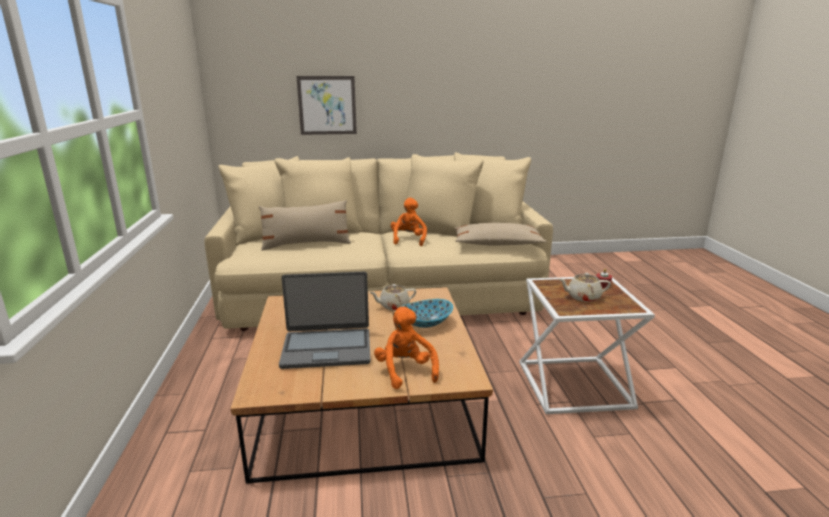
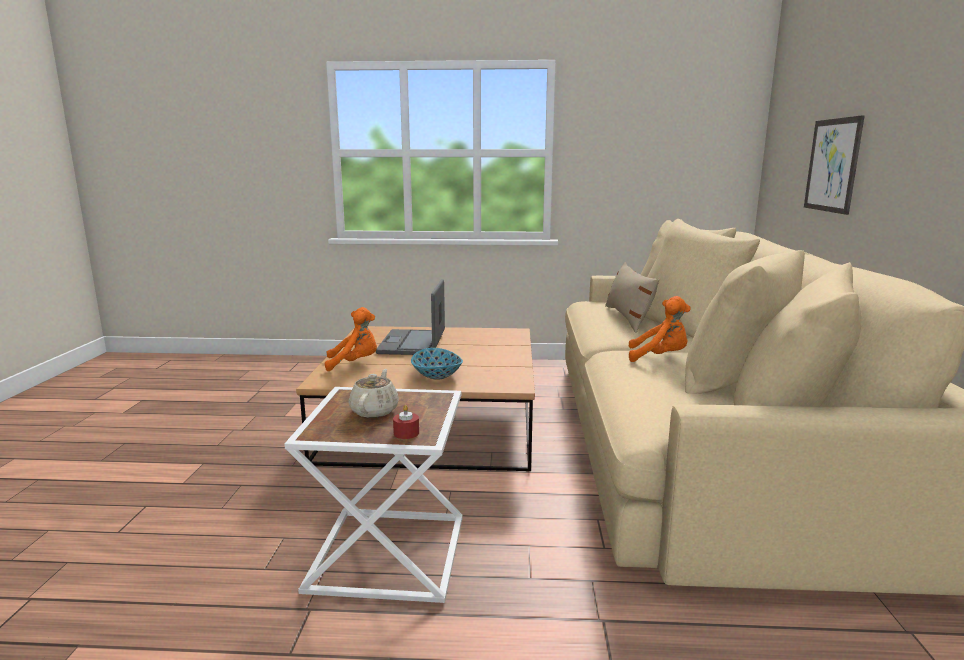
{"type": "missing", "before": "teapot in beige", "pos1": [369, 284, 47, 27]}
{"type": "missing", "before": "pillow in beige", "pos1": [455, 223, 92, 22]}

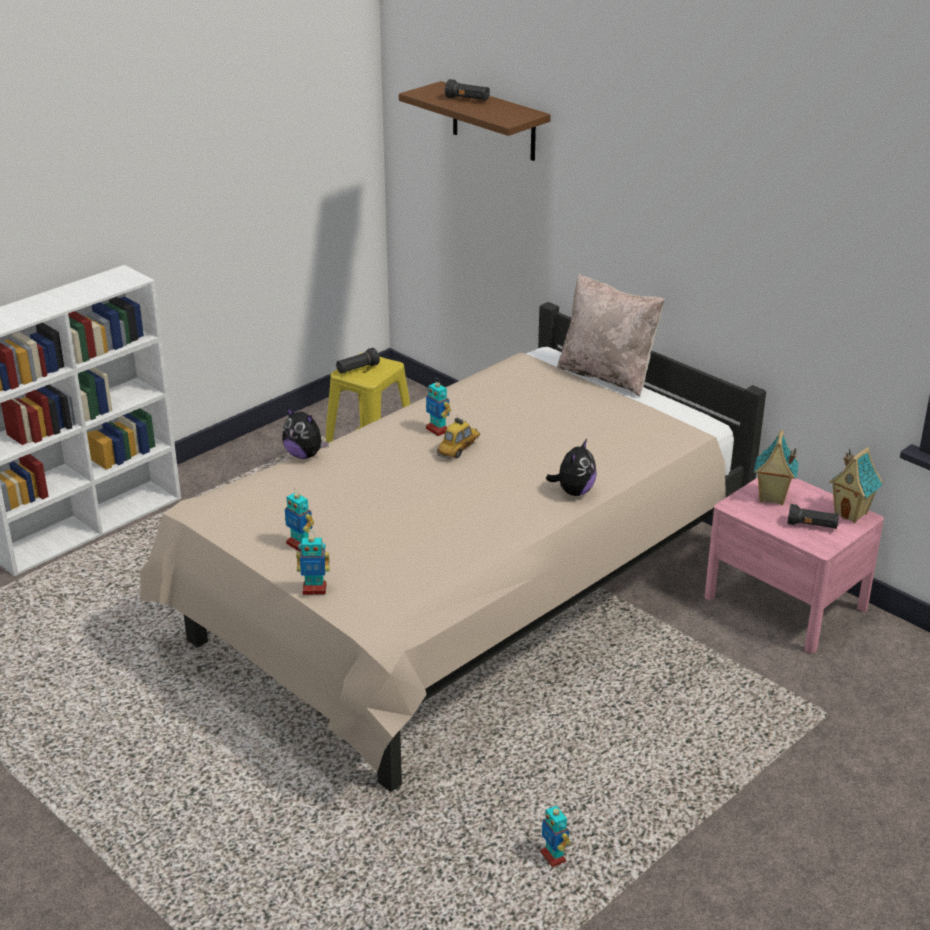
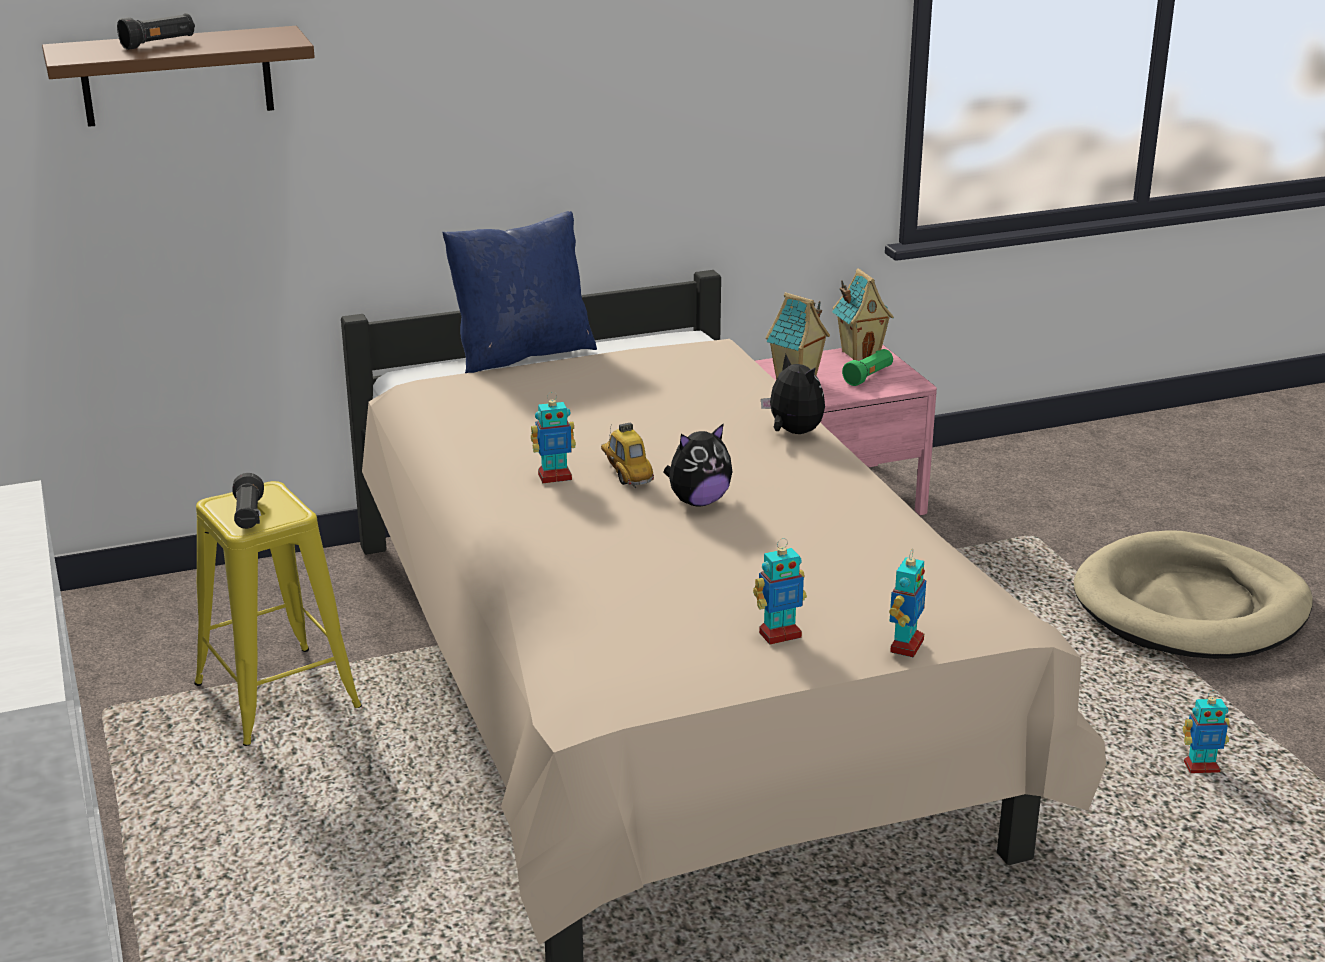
{"type": "appeared", "after": "dog bed in beige", "pos2": [1074, 530, 239, 129]}
{"type": "relocated", "before": "plush toy", "pos1": [282, 407, 47, 52], "pos2": [663, 423, 70, 83]}
{"type": "colour", "before": "pillow in beige", "after": "pillow in blue", "pos1": [557, 274, 108, 122], "pos2": [443, 211, 154, 162]}
{"type": "colour", "before": "flashlight in black", "after": "flashlight in green", "pos1": [787, 504, 52, 25], "pos2": [842, 349, 51, 37]}

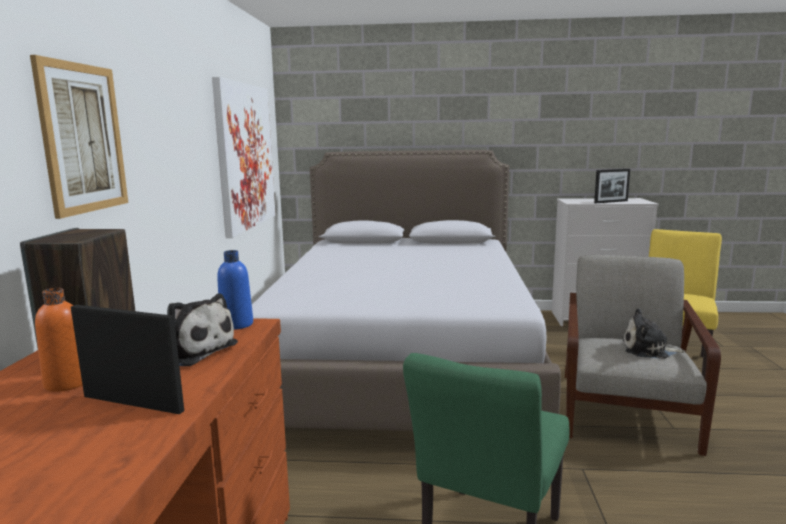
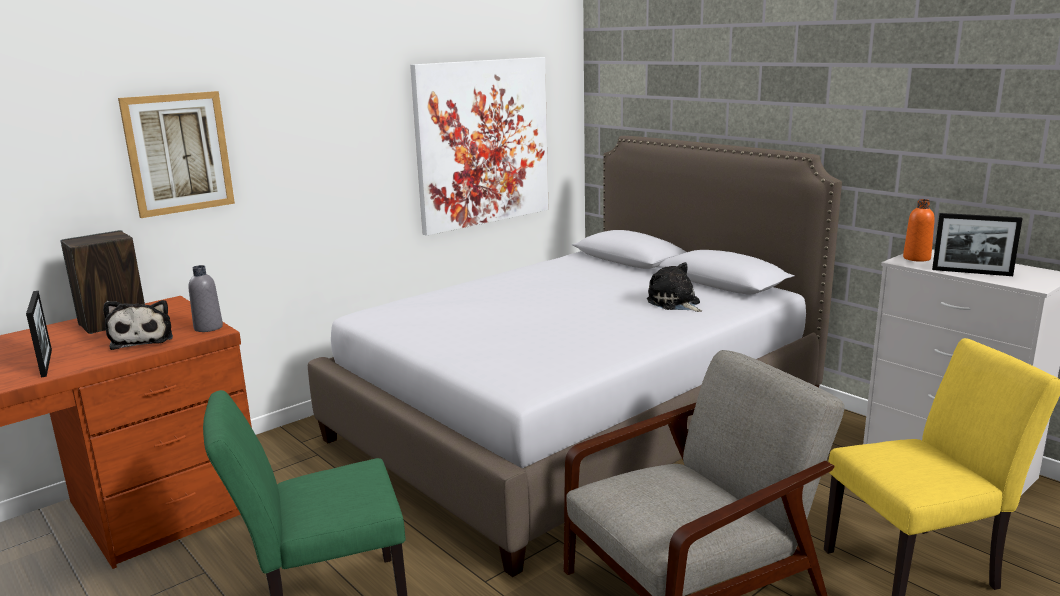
{"type": "relocated", "before": "bottle in orange", "pos1": [35, 288, 48, 104], "pos2": [903, 199, 32, 63]}
{"type": "relocated", "before": "plush toy", "pos1": [623, 308, 62, 51], "pos2": [647, 262, 55, 50]}
{"type": "colour", "before": "bottle in blue", "after": "bottle in grey", "pos1": [217, 250, 36, 80], "pos2": [189, 265, 34, 67]}

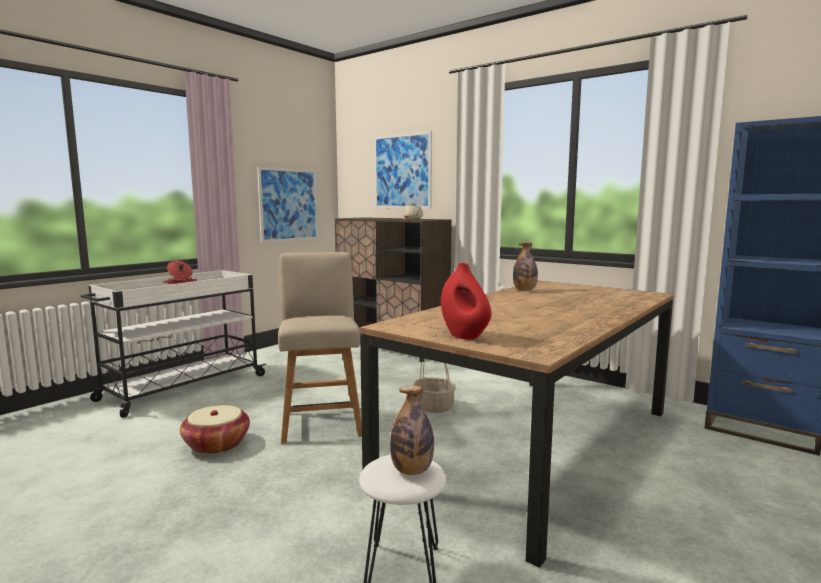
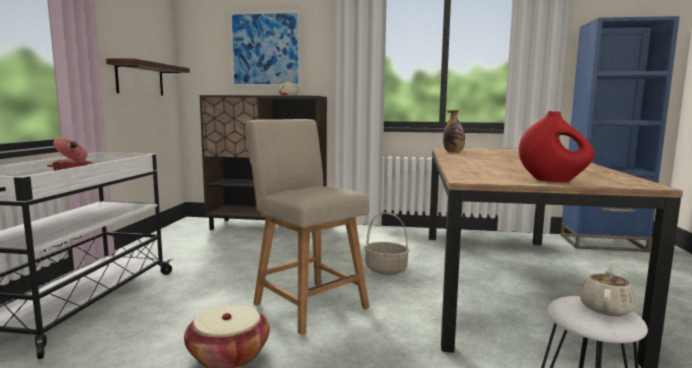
{"type": "exchanged", "before": "picture", "after": "shelf", "pos1": [257, 167, 61, 76], "pos2": [106, 58, 84, 38]}
{"type": "exchanged", "before": "bottle", "after": "teapot in beige", "pos1": [390, 386, 44, 89], "pos2": [579, 267, 58, 49]}

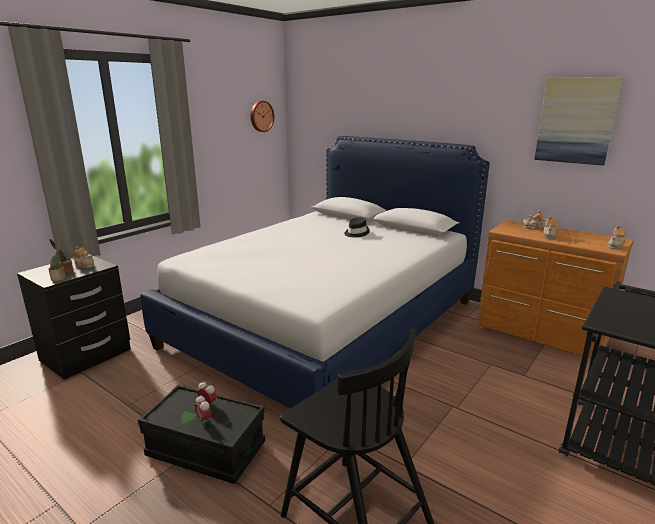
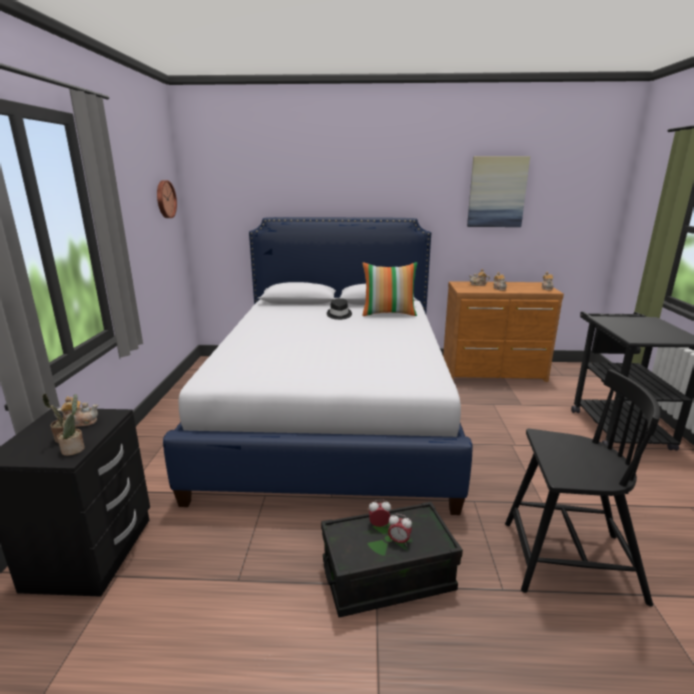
{"type": "appeared", "after": "pillow", "pos2": [362, 262, 55, 54]}

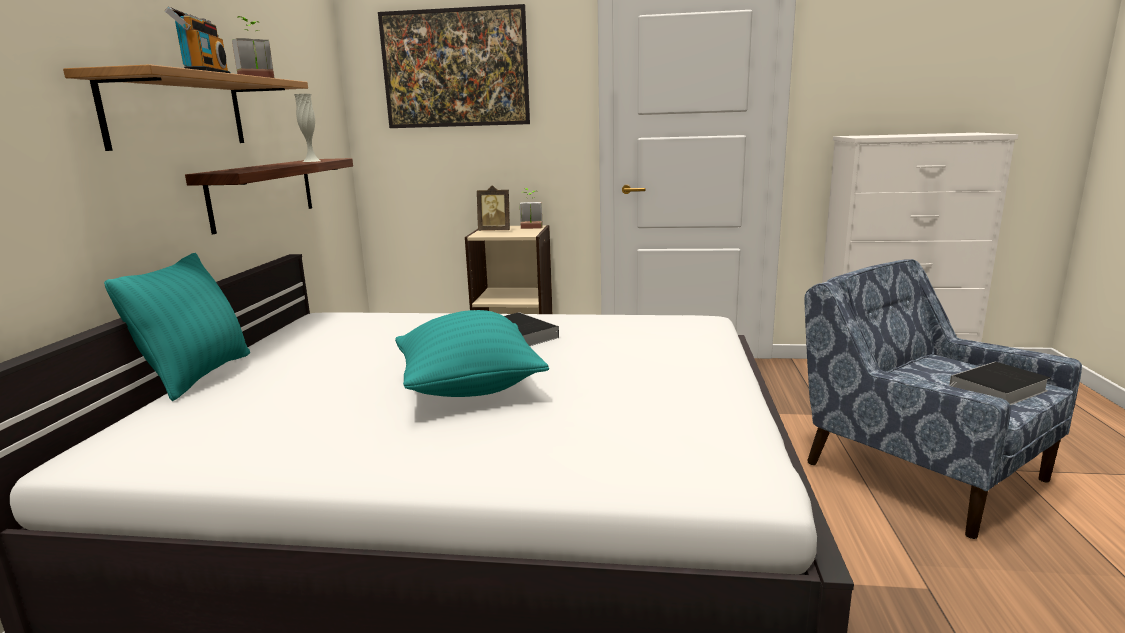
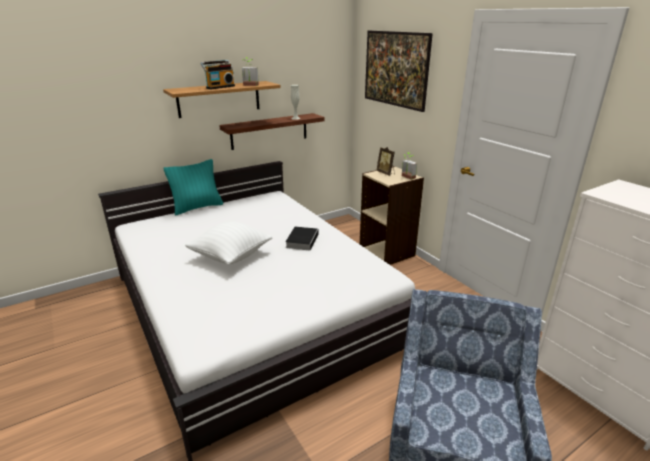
{"type": "missing", "before": "book", "pos1": [949, 362, 101, 43]}
{"type": "colour", "before": "pillow in turquoise", "after": "pillow in white", "pos1": [395, 310, 154, 87], "pos2": [185, 221, 87, 43]}

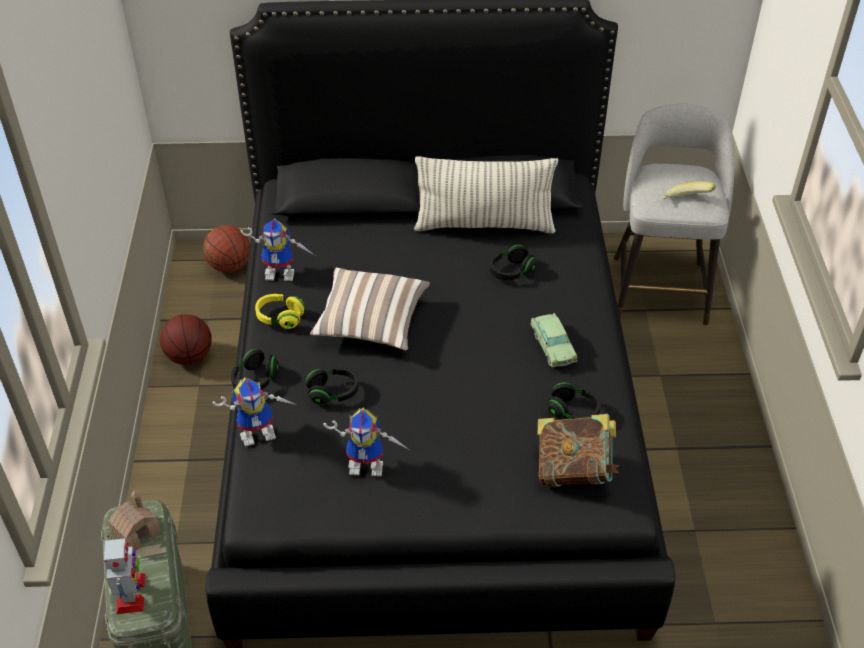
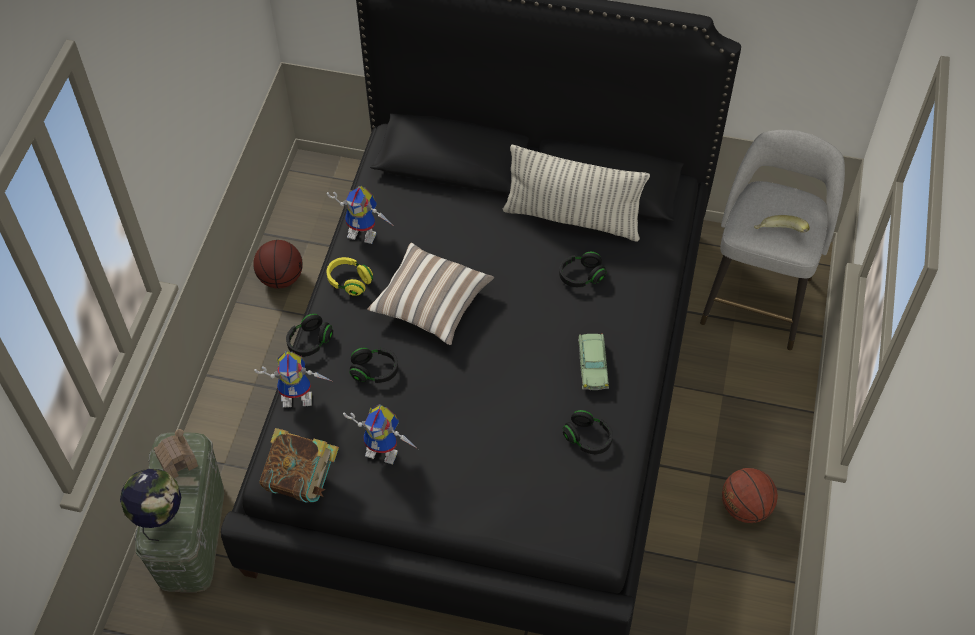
{"type": "relocated", "before": "basketball", "pos1": [203, 225, 47, 48], "pos2": [722, 468, 56, 55]}
{"type": "relocated", "before": "book", "pos1": [537, 414, 82, 73], "pos2": [260, 428, 79, 74]}
{"type": "exchanged", "before": "toy robot", "after": "globe", "pos1": [104, 535, 41, 79], "pos2": [120, 469, 62, 72]}

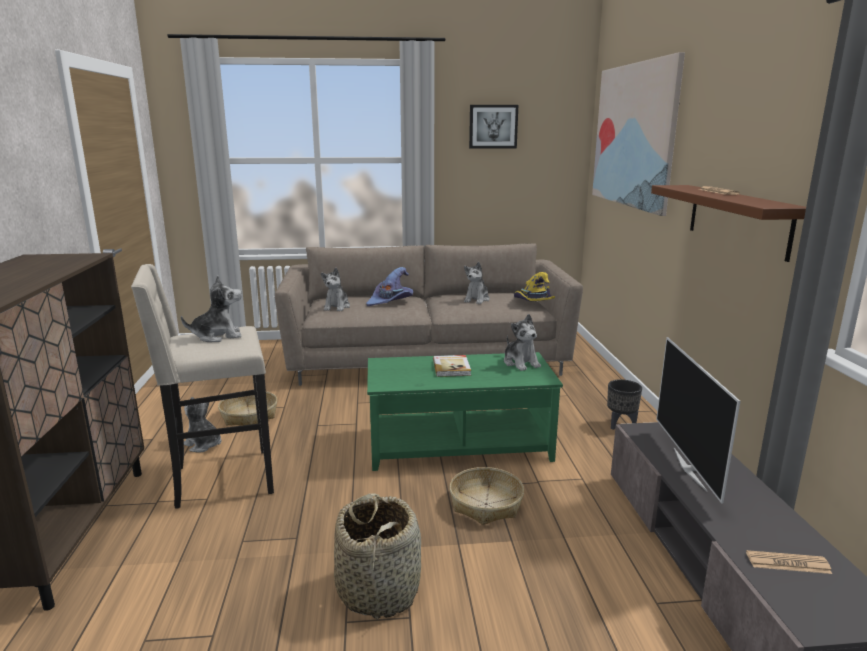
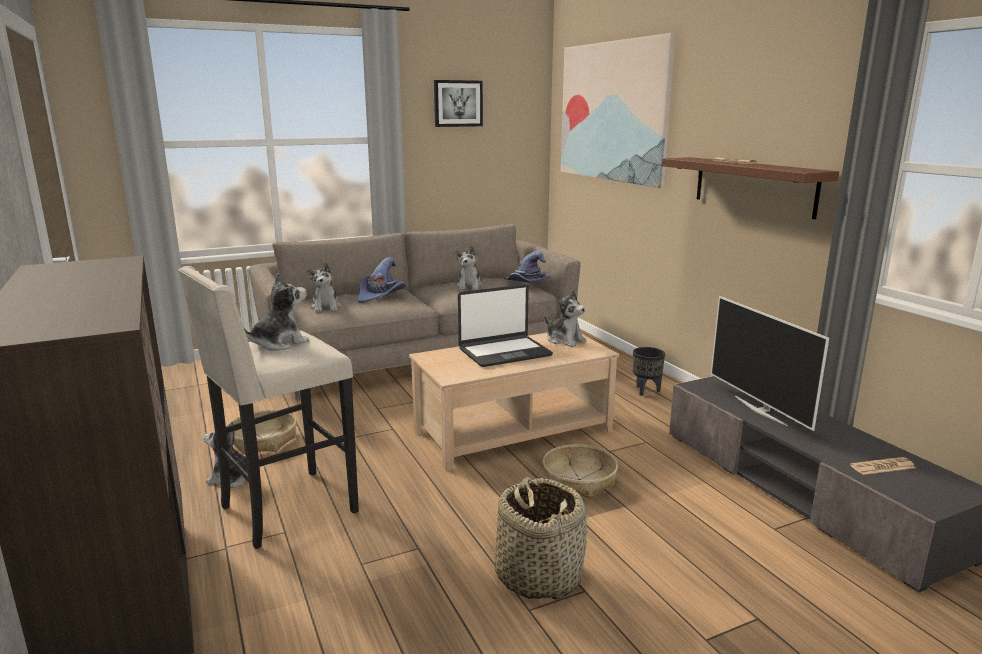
{"type": "exchanged", "before": "book", "after": "laptop", "pos1": [433, 355, 38, 22], "pos2": [458, 284, 95, 83]}
{"type": "colour", "before": "coffee table in green", "after": "coffee table in beige", "pos1": [367, 352, 196, 119], "pos2": [409, 333, 210, 138]}
{"type": "colour", "before": "hat in yellow", "after": "hat in purple", "pos1": [514, 272, 41, 29], "pos2": [504, 251, 46, 31]}

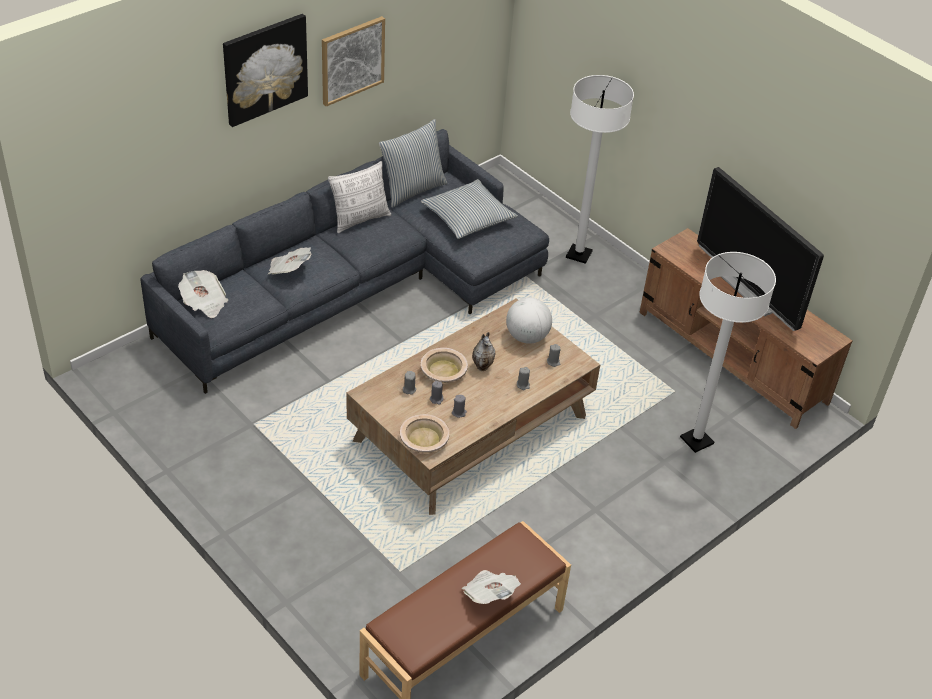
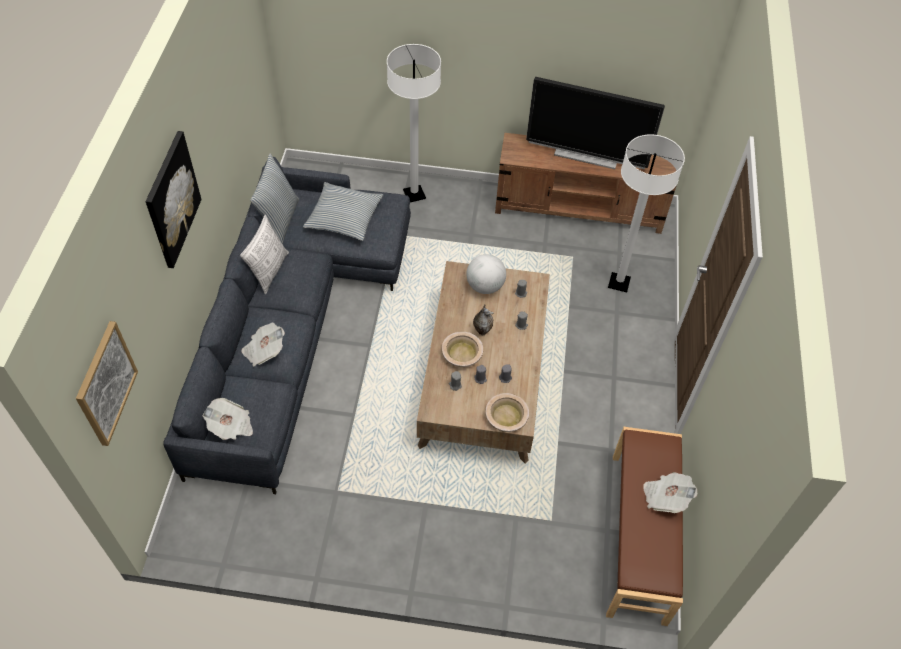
{"type": "relocated", "before": "picture", "pos1": [322, 16, 63, 91], "pos2": [76, 321, 62, 125]}

